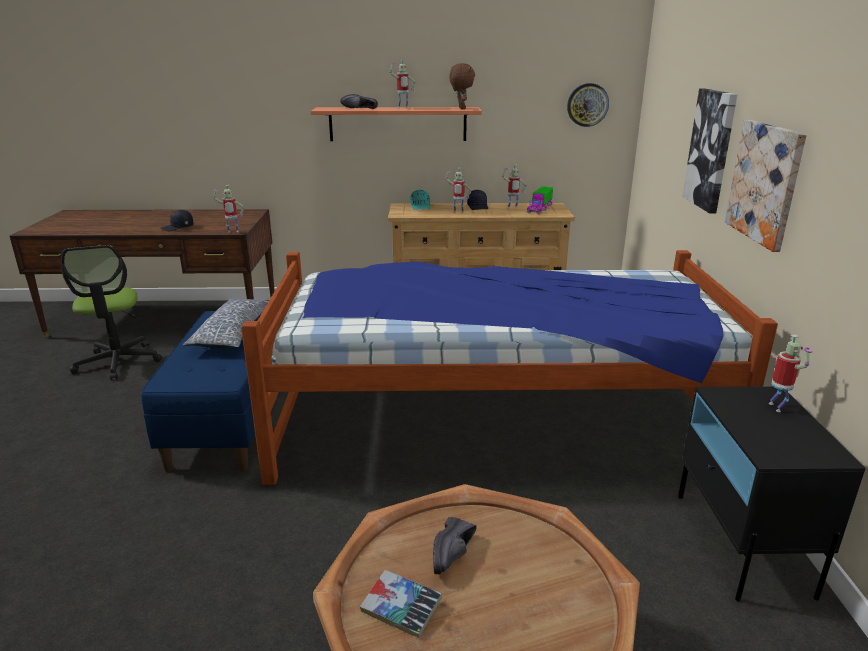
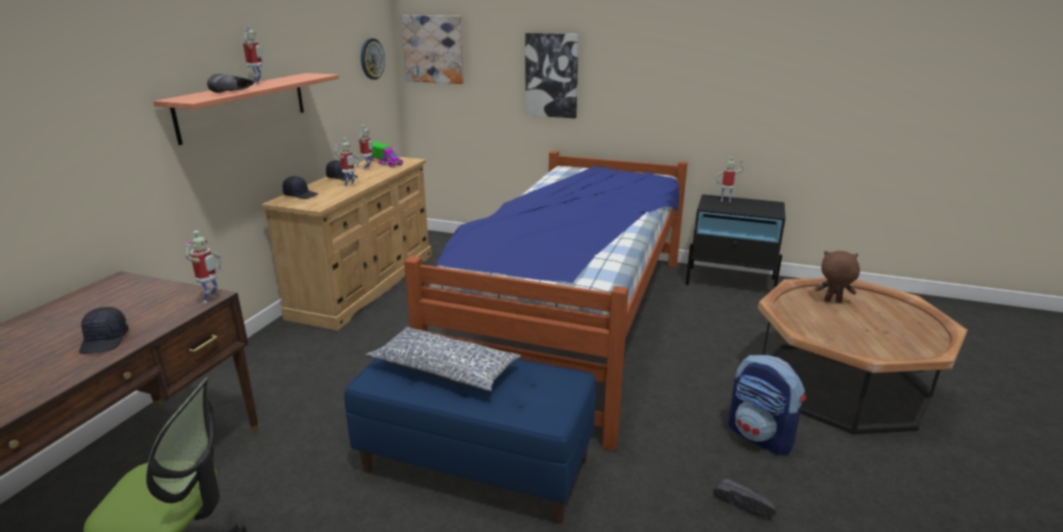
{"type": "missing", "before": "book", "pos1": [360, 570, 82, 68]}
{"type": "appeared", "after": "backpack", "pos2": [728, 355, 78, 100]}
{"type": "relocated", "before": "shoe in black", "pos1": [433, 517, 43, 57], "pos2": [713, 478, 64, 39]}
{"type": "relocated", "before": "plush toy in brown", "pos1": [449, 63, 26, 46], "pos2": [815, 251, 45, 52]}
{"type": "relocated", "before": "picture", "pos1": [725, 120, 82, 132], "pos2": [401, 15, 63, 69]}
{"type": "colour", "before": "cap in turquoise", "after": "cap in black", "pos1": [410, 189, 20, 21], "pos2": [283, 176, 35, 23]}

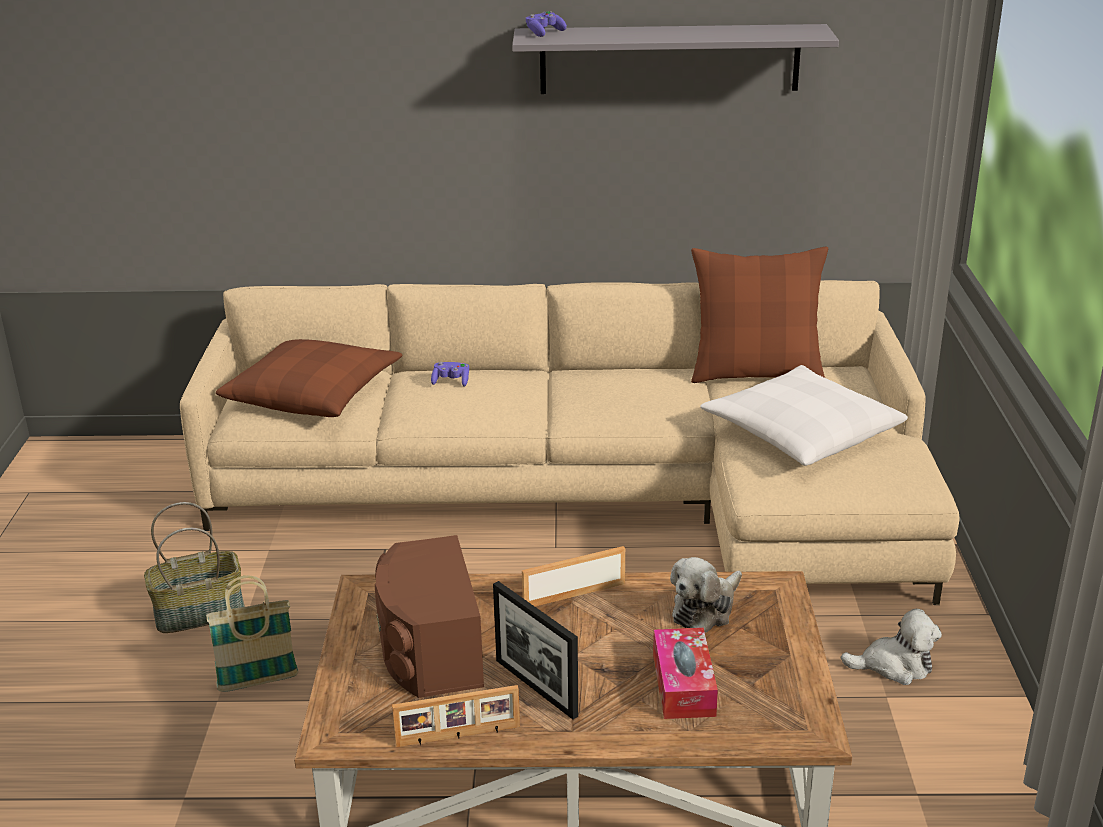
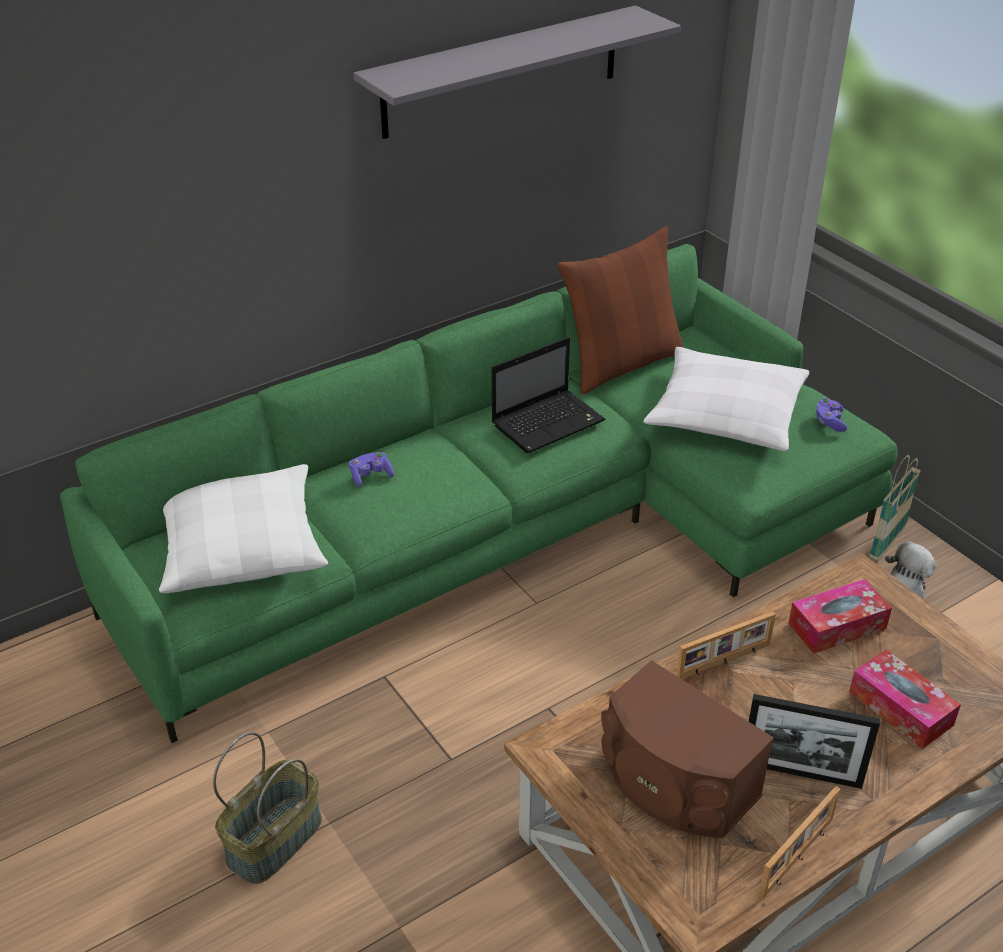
{"type": "appeared", "after": "laptop", "pos2": [492, 337, 113, 116]}
{"type": "relocated", "before": "basket", "pos1": [206, 576, 93, 116], "pos2": [870, 455, 51, 106]}
{"type": "relocated", "before": "game controller in purple", "pos1": [526, 11, 41, 26], "pos2": [816, 398, 31, 34]}
{"type": "exchanged", "before": "plush toy", "after": "tissue box", "pos1": [670, 557, 72, 76], "pos2": [788, 579, 104, 75]}
{"type": "colour", "before": "sofa in beige", "after": "sofa in green", "pos1": [180, 280, 780, 325], "pos2": [60, 244, 838, 499]}
{"type": "colour", "before": "pillow in brown", "after": "pillow in white", "pos1": [216, 339, 186, 78], "pos2": [159, 464, 169, 129]}
{"type": "spun", "before": "picture frame", "pos1": [522, 546, 103, 60], "pos2": [676, 611, 100, 68], "turn": -150}

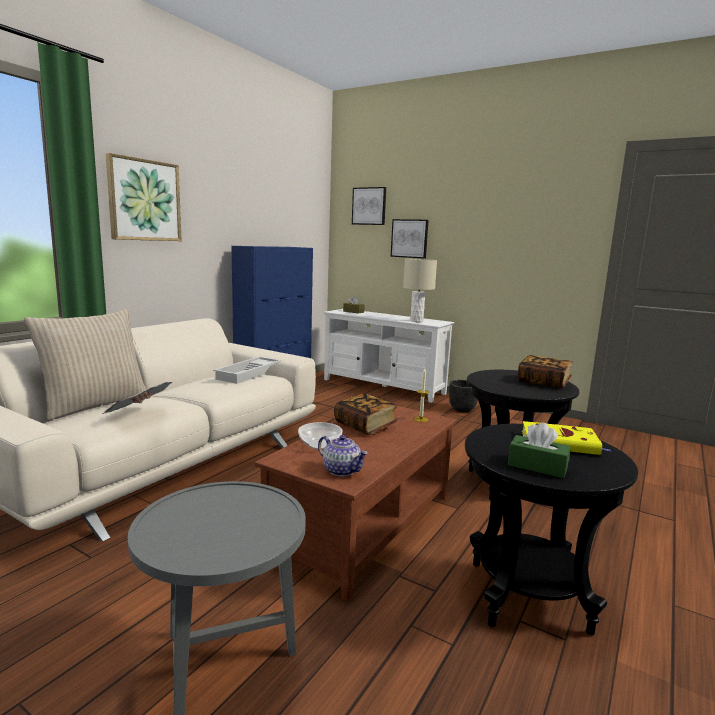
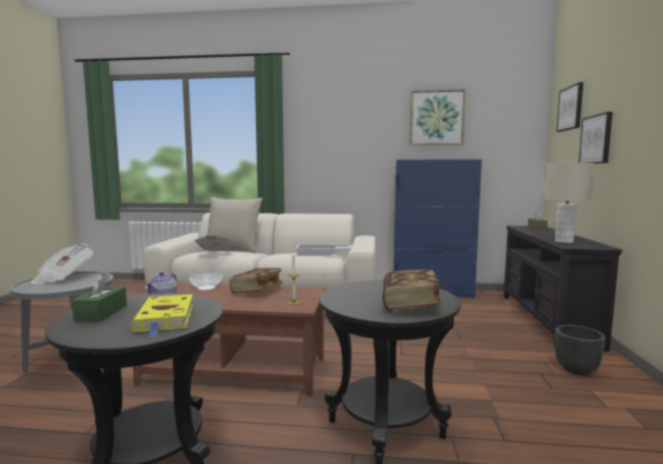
{"type": "appeared", "after": "newspaper", "pos2": [31, 244, 62, 40]}
{"type": "relocated", "before": "picture", "pos1": [106, 153, 76, 88], "pos2": [409, 89, 57, 56]}
{"type": "colour", "before": "tv stand in white", "after": "tv stand in black", "pos1": [324, 309, 131, 94], "pos2": [504, 226, 118, 125]}

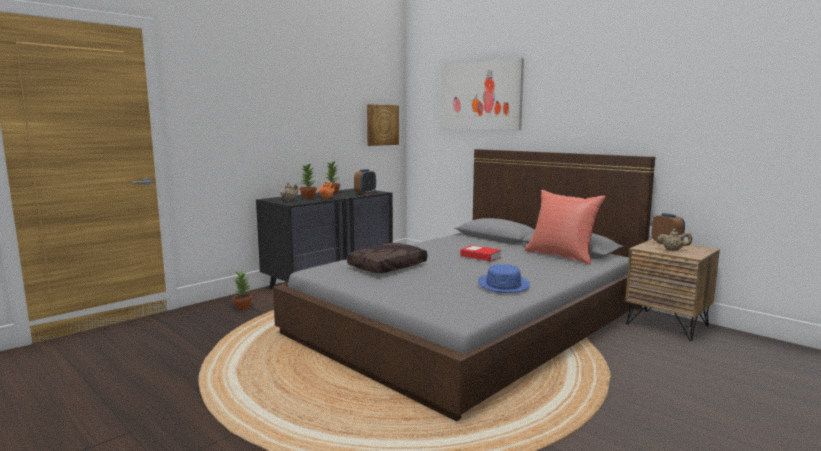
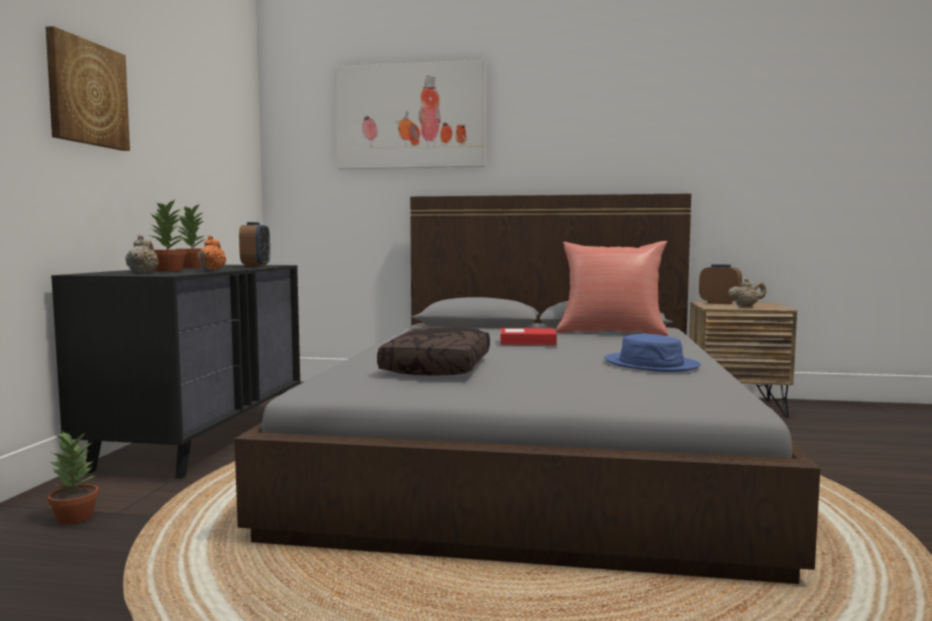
{"type": "relocated", "before": "picture", "pos1": [367, 104, 32, 42], "pos2": [46, 26, 84, 125]}

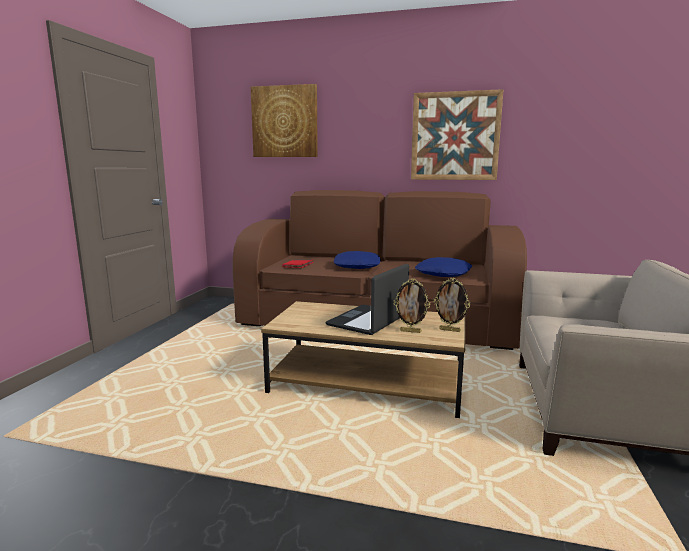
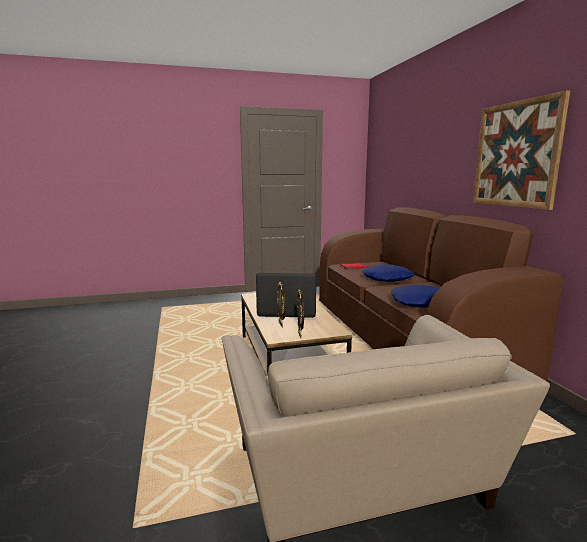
{"type": "missing", "before": "picture", "pos1": [251, 84, 67, 73]}

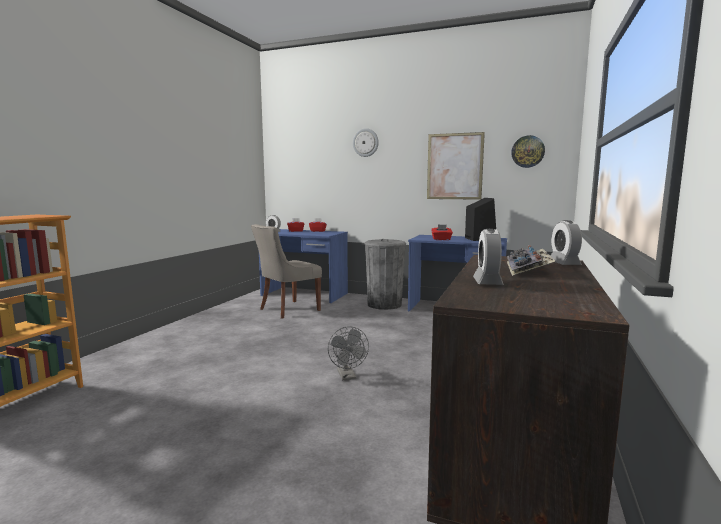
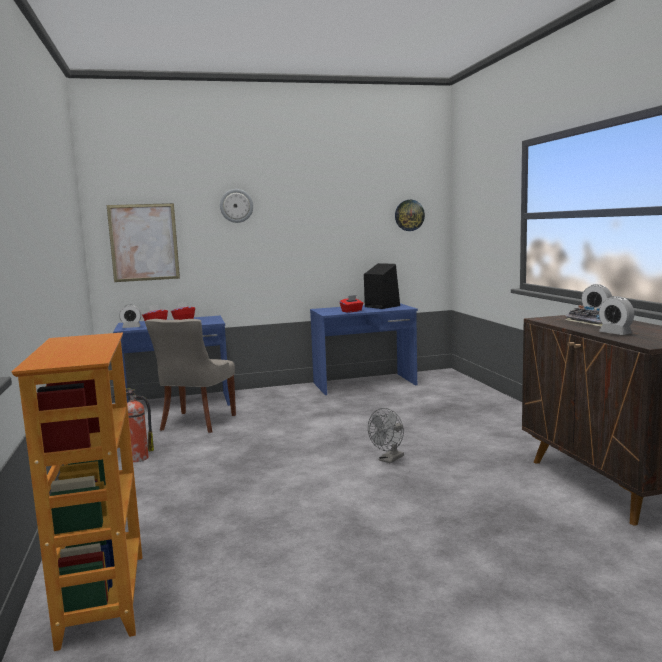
{"type": "missing", "before": "trash can in grey", "pos1": [364, 239, 42, 71]}
{"type": "appeared", "after": "fire extinguisher", "pos2": [112, 388, 42, 74]}
{"type": "relocated", "before": "picture", "pos1": [427, 132, 58, 68], "pos2": [107, 203, 73, 79]}
{"type": "spun", "before": "fan in grey", "pos1": [328, 326, 41, 54], "pos2": [368, 408, 36, 56], "turn": 90}

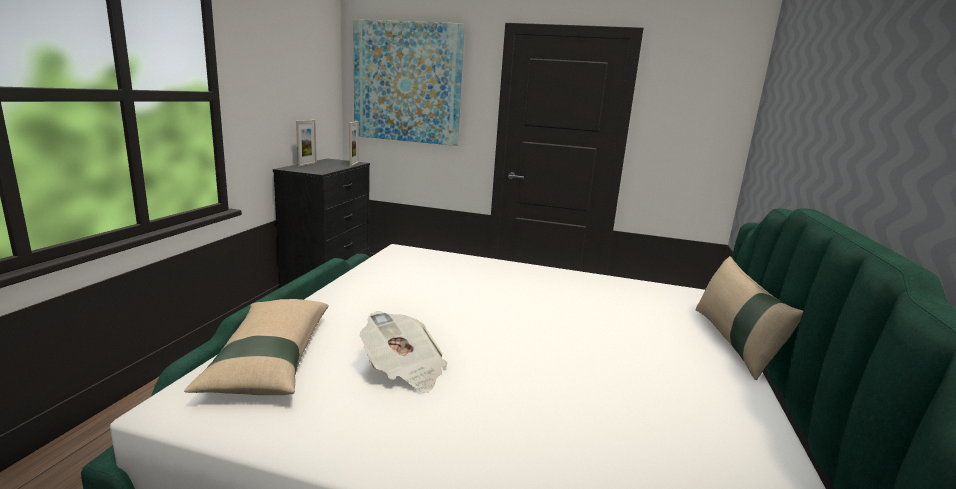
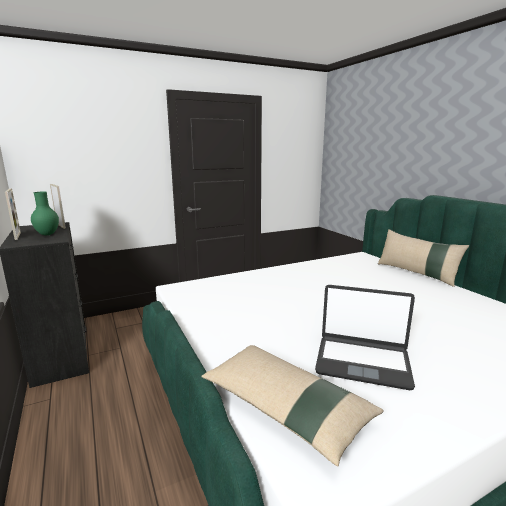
{"type": "missing", "before": "picture", "pos1": [353, 19, 112, 127]}
{"type": "appeared", "after": "vase in green", "pos2": [31, 191, 28, 44]}
{"type": "exchanged", "before": "newspaper", "after": "laptop", "pos1": [360, 311, 88, 82], "pos2": [315, 285, 100, 105]}

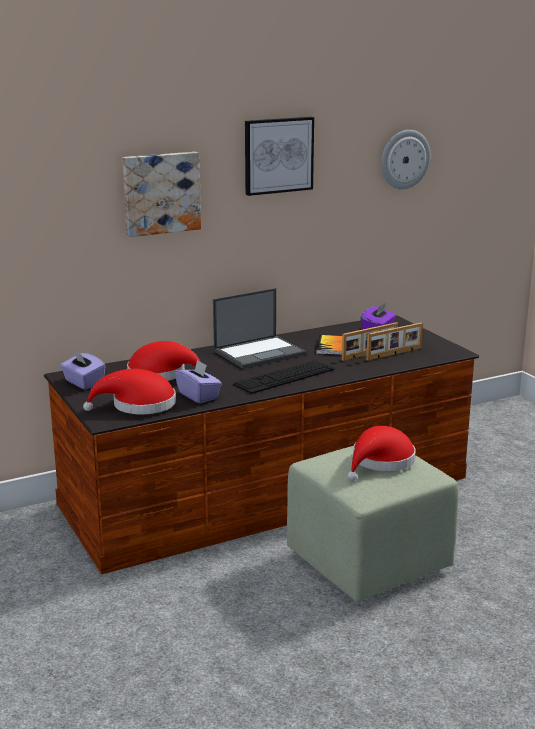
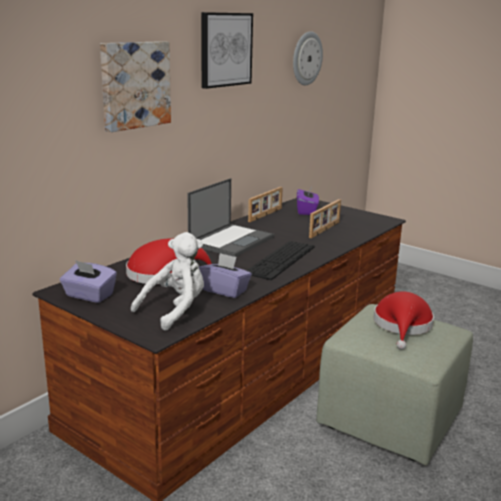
{"type": "missing", "before": "book", "pos1": [316, 335, 26, 20]}
{"type": "relocated", "before": "picture frame", "pos1": [366, 322, 57, 39], "pos2": [248, 187, 35, 35]}
{"type": "exchanged", "before": "hat in red", "after": "plush toy in white", "pos1": [83, 369, 93, 45], "pos2": [131, 232, 73, 99]}

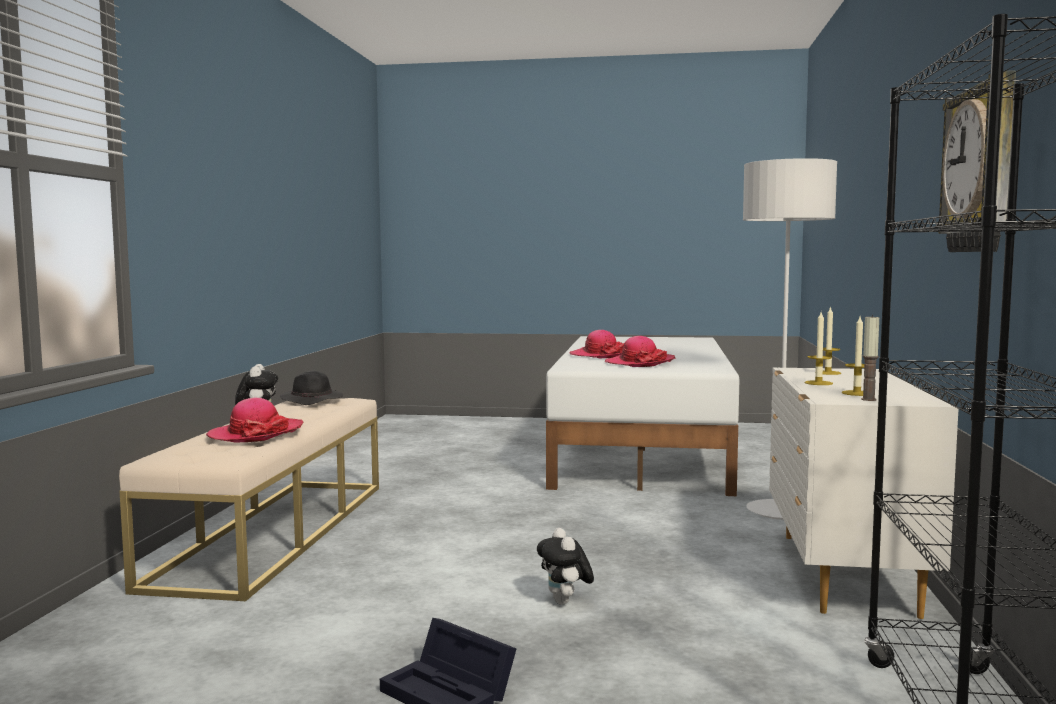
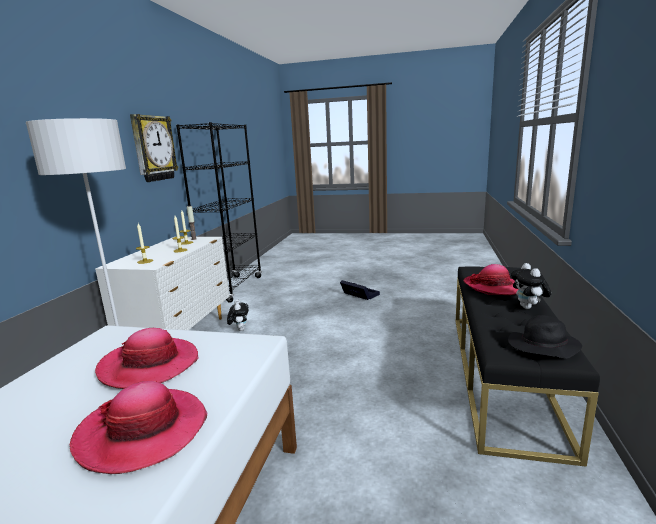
{"type": "relocated", "before": "plush toy", "pos1": [537, 528, 57, 77], "pos2": [227, 299, 22, 32]}
{"type": "colour", "before": "bench in beige", "after": "bench in black", "pos1": [119, 398, 260, 203], "pos2": [456, 266, 144, 201]}

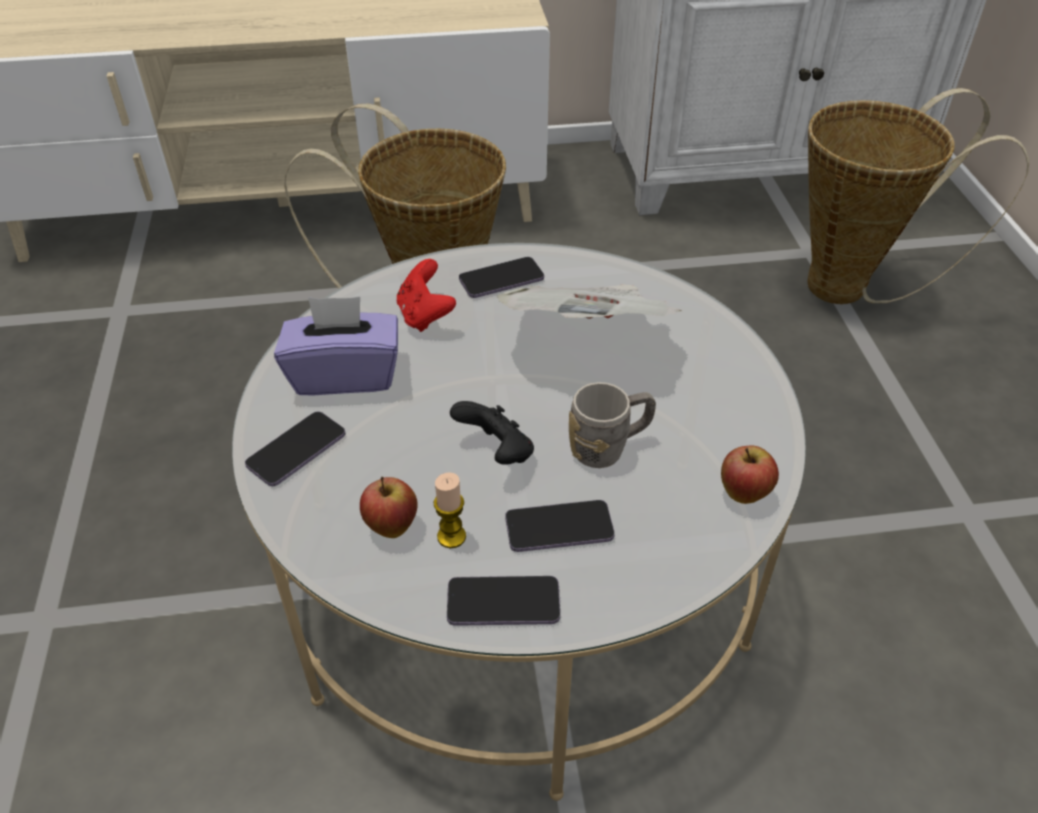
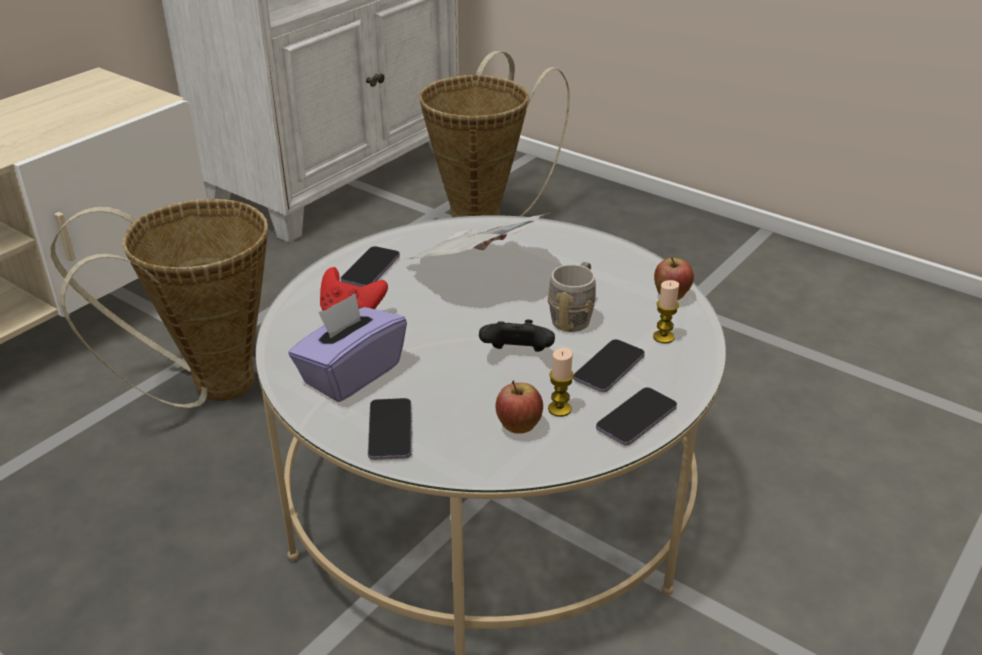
{"type": "appeared", "after": "candle", "pos2": [653, 280, 26, 64]}

